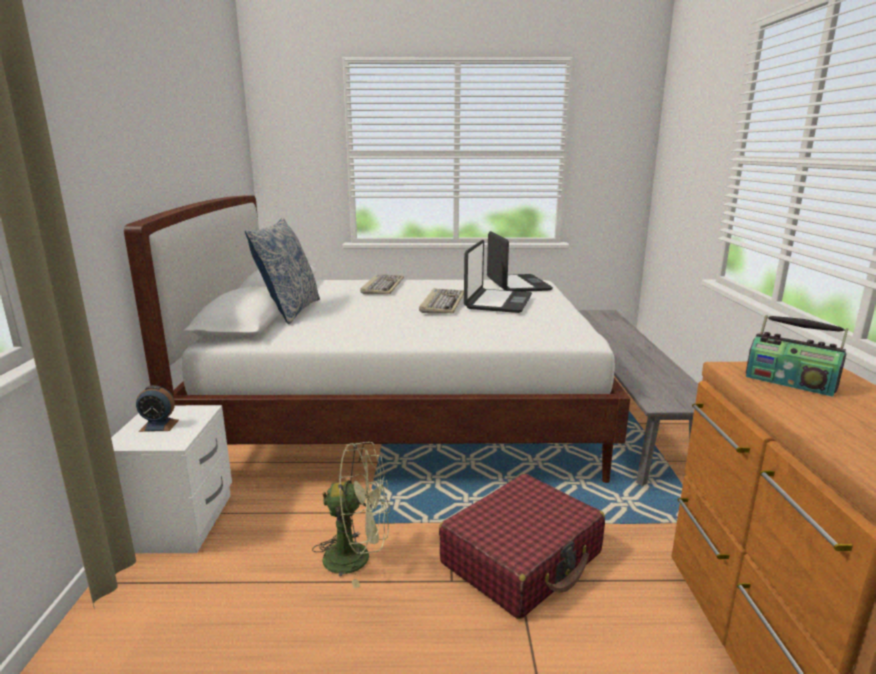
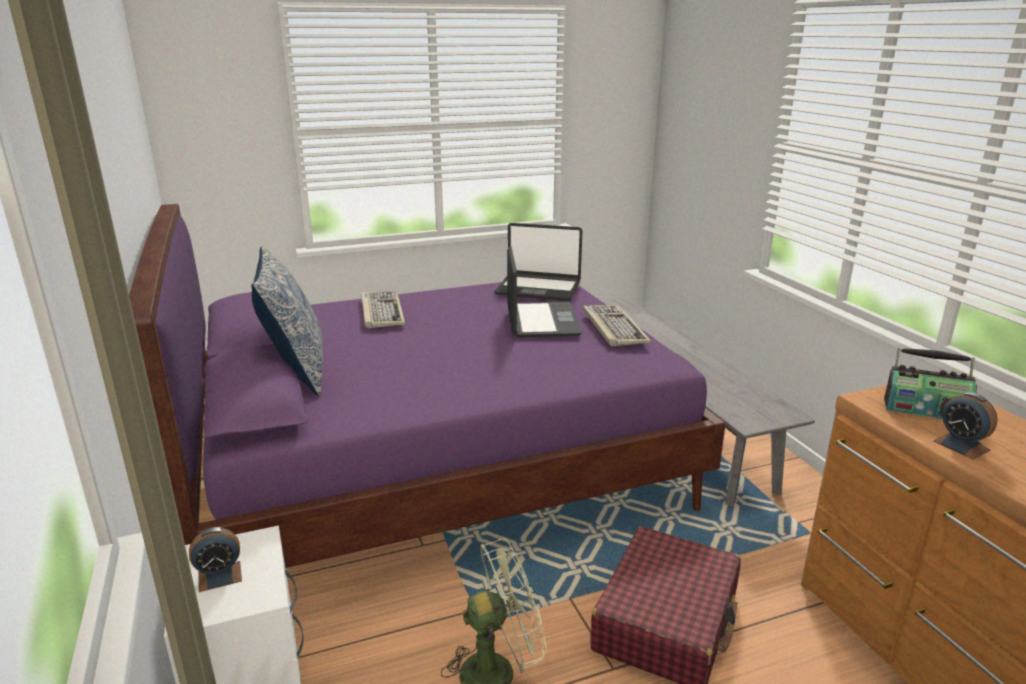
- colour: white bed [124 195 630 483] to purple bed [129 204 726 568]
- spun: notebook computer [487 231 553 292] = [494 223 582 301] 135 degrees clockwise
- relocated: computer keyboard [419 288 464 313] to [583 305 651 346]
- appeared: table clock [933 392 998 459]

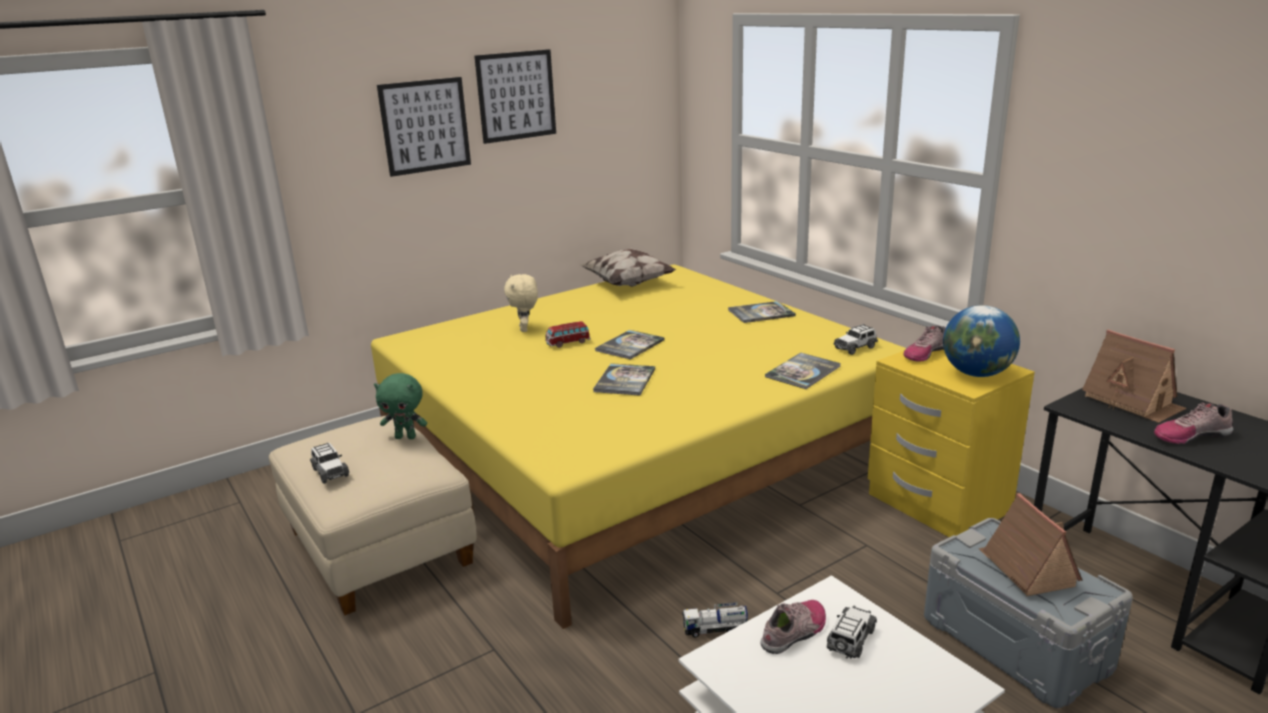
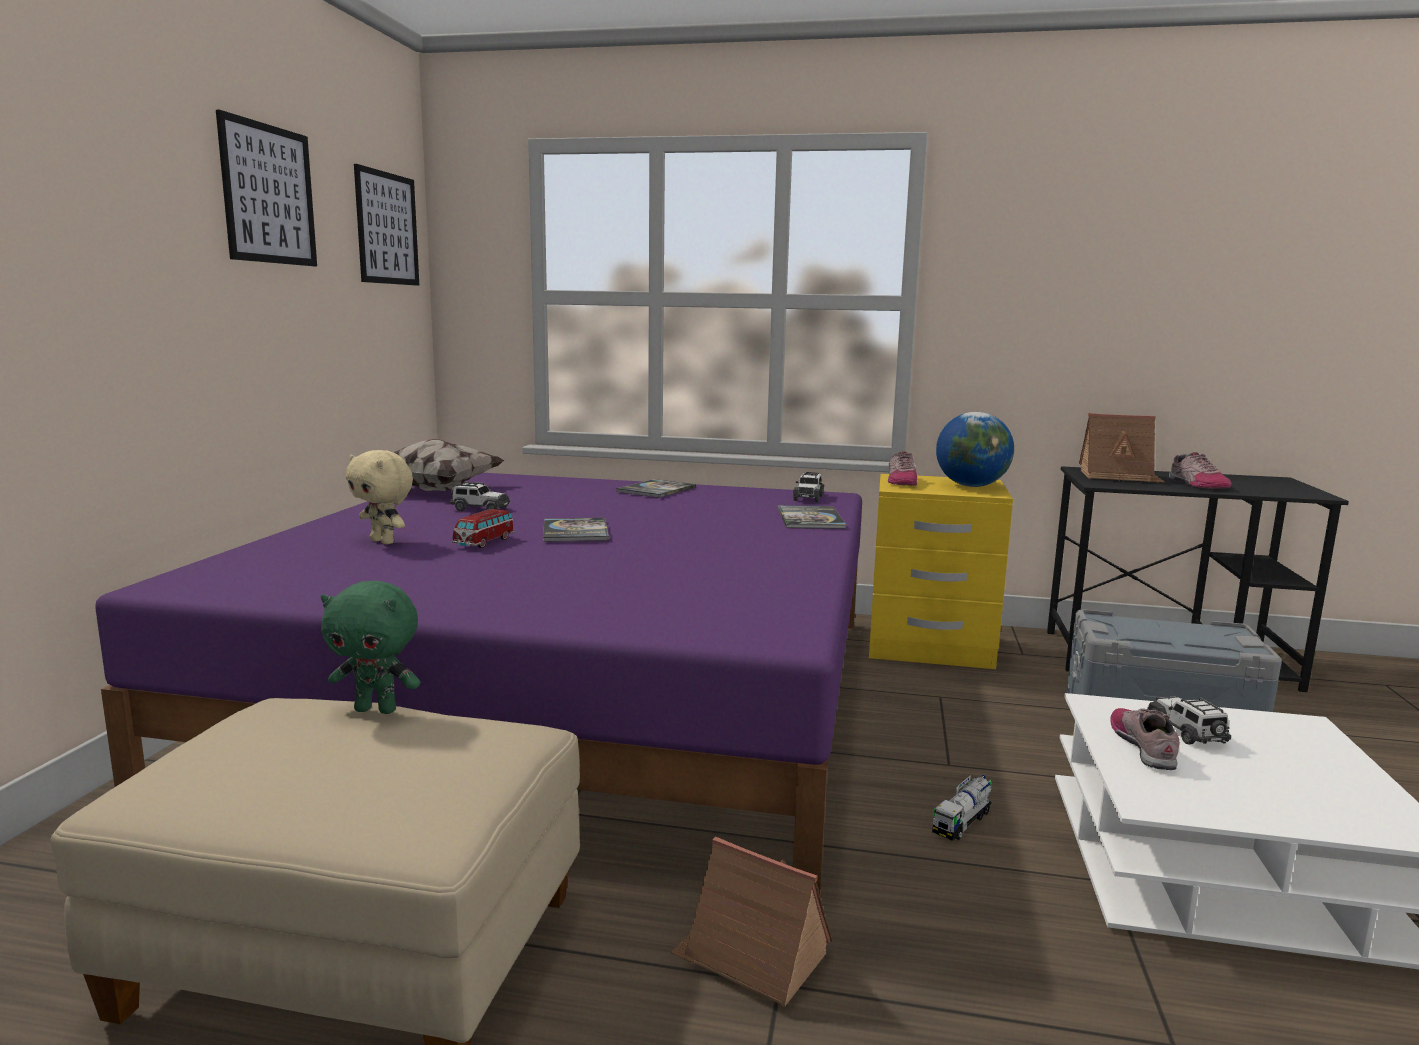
- relocated: wall picture [377 77 471 177] to [354 164 419 286]
- colour: yellow-coloured bed [371 265 906 629] to purple bed [95 473 862 896]
- missing: bound book [593 363 655 396]
- spun: greenish plush toy [374 373 427 439] = [321 581 421 714] 45 degrees clockwise
- spun: low shoe [1154 403 1233 444] = [1169 452 1232 489] 45 degrees counterclockwise
- relocated: model car [310 442 350 484] to [450 482 510 511]
- relocated: miniature house [978 493 1083 596] to [671 837 833 1007]

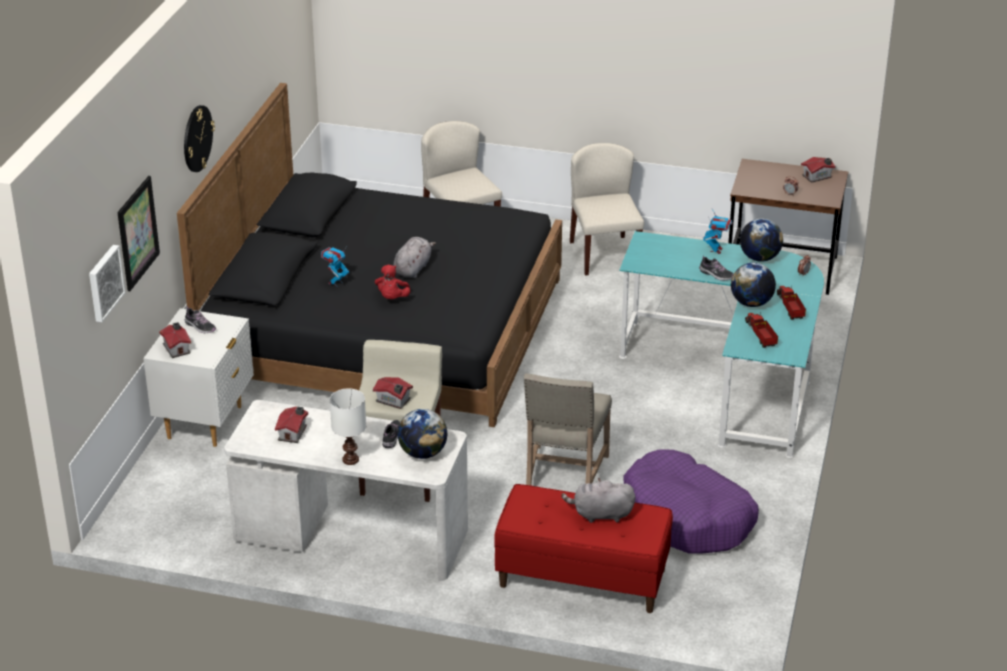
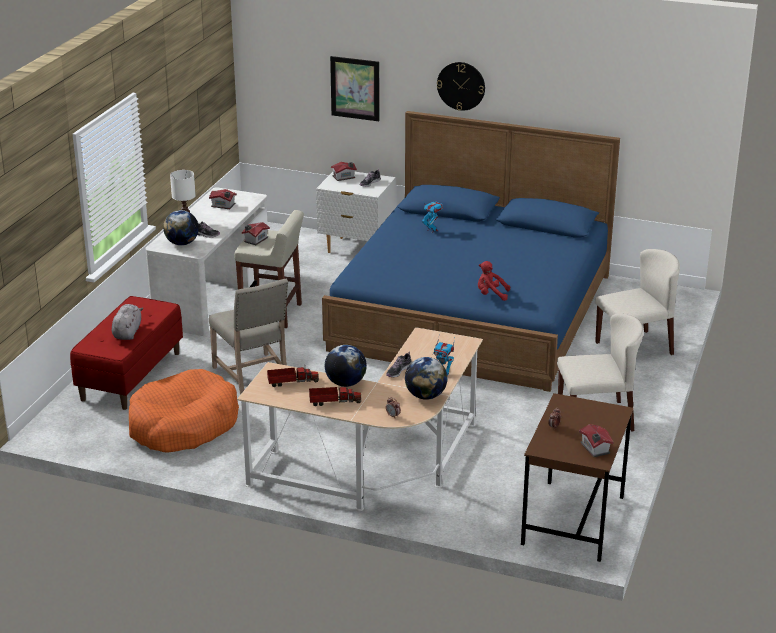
- colour: blackish bed [177 83 562 427] to bluish bed [322 111 620 392]
- colour: turquoise-coloured desk table [619 231 824 458] to beige desk table [237 327 483 511]
- missing: grey plush toy [393 237 436 278]
- missing: wall picture [89 245 125 322]
- relocated: red plush toy [375 265 410 299] to [478 261 510 301]
- spun: beige chair [524 373 612 486] = [209 279 288 395] 135 degrees counterclockwise
- colour: purple dog cushion [623 449 759 553] to orange-coloured dog cushion [129 369 239 453]

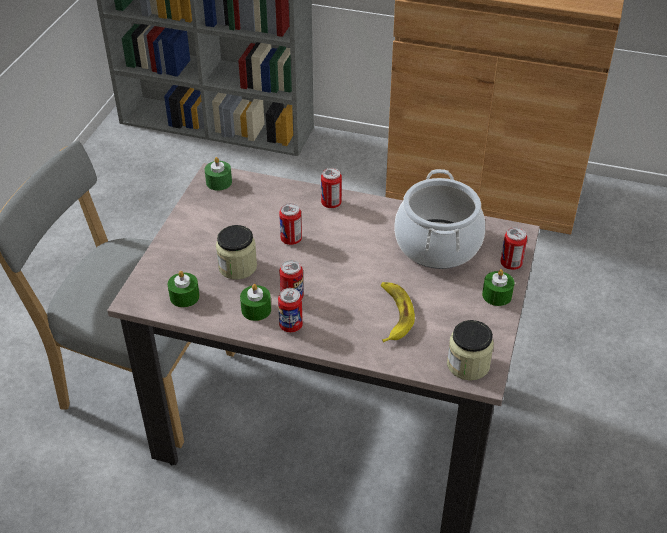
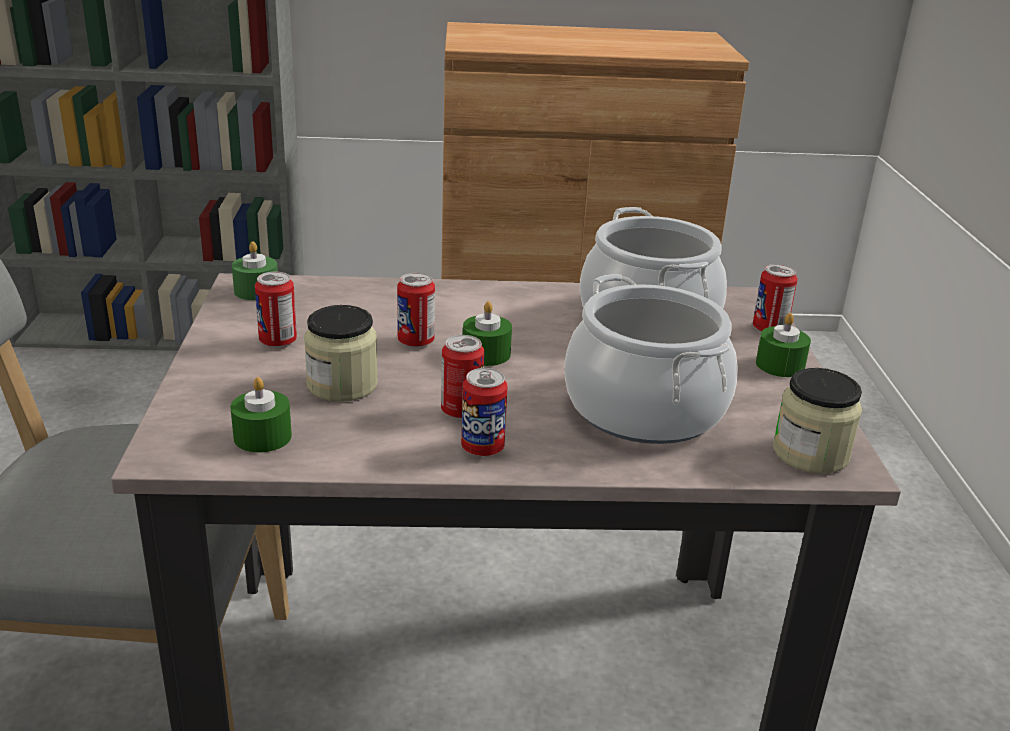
- relocated: can [321 168 342 208] to [255 272 297 348]
- exchanged: whole banana [381 282 415 342] to cooking pot [564 274 737 444]
- relocated: greenish wax light [240 284 271 321] to [463 301 512 366]

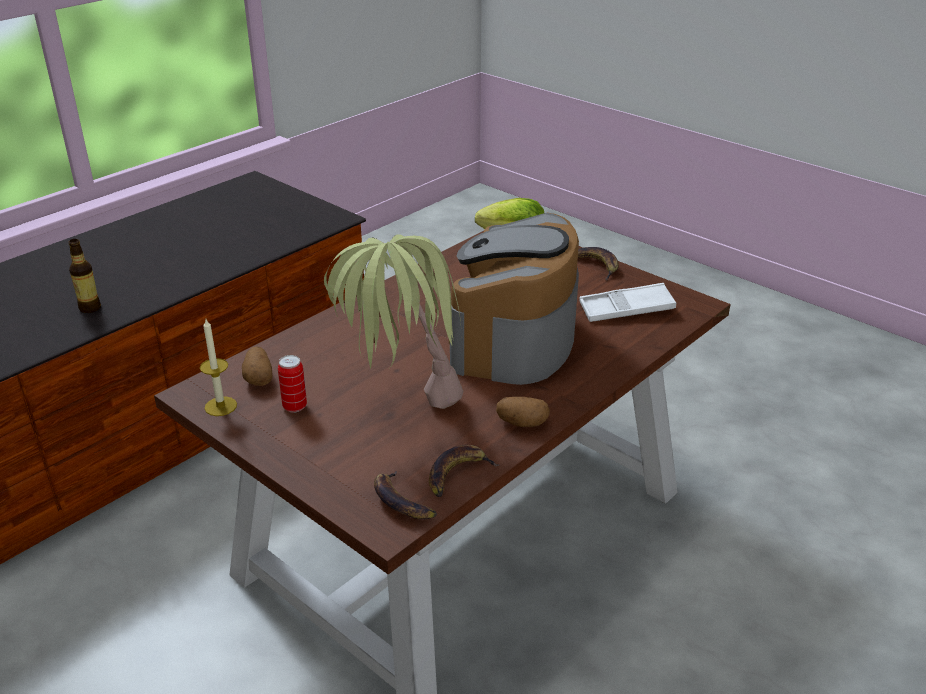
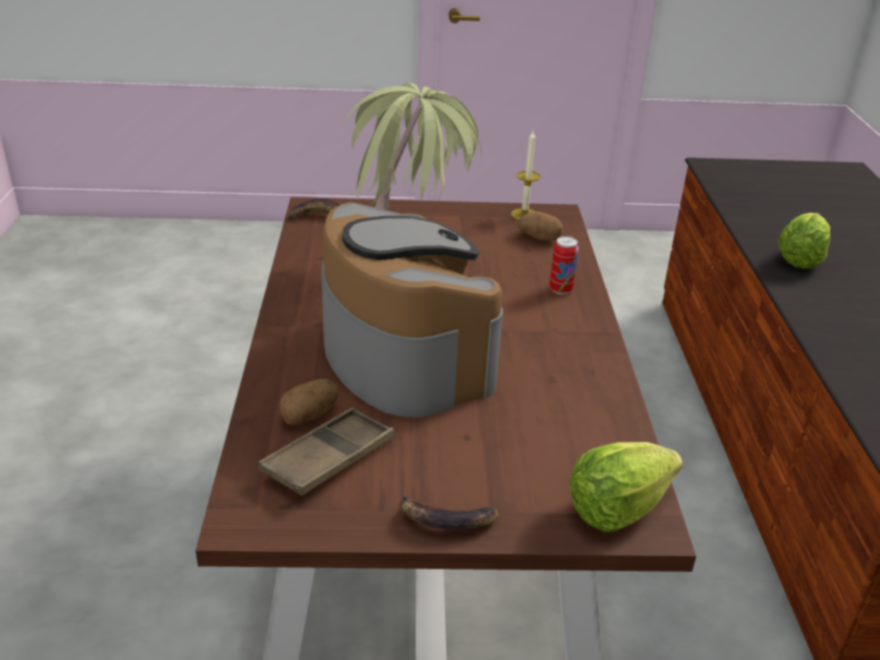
- exchanged: bottle [68 239 101 313] to head of lettuce [778 213 830 269]
- colour: white carrying tray [579 283 676 322] to brown-coloured carrying tray [258 407 395 496]
- relocated: can [278 355 307 413] to [549 236 579 295]
- relocated: potato [496 397 550 427] to [280 378 338 425]
- missing: whole banana [429 445 499 497]

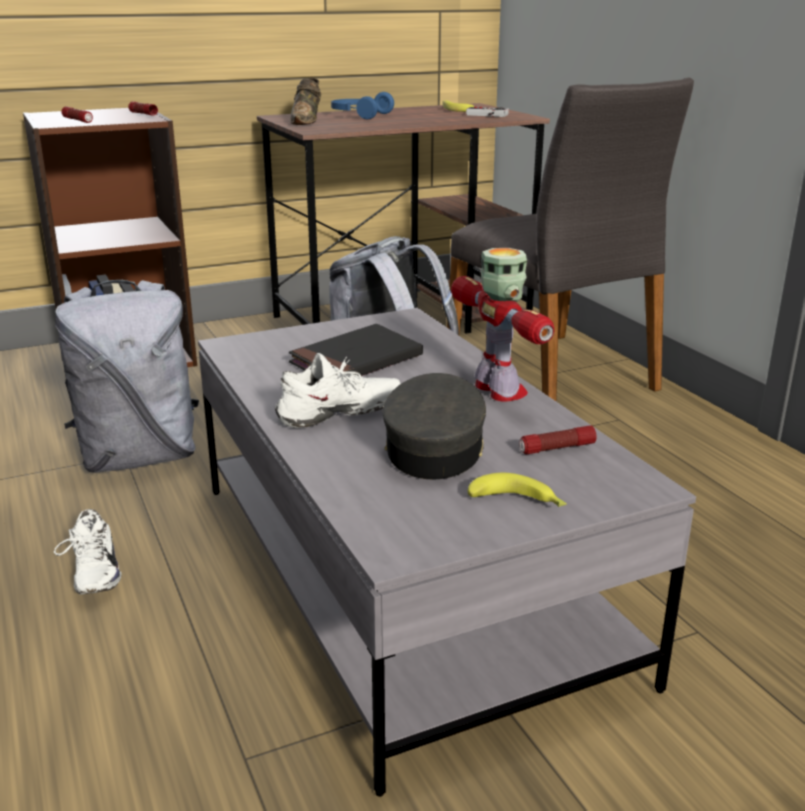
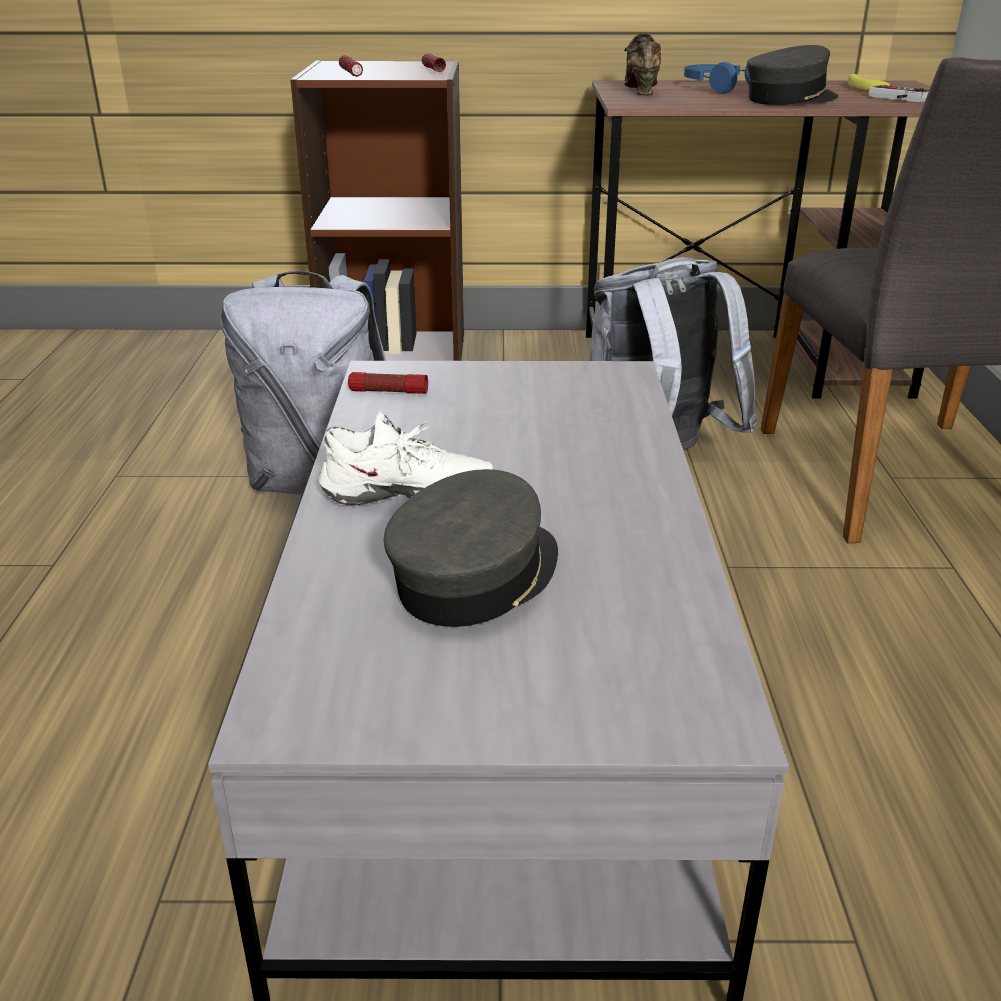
- spun: brown-coloured low shoe [289 78 321 125] = [624 33 661 96] 150 degrees clockwise
- missing: toy robot [451 248 554 402]
- missing: blackish bound book [289 324 423 376]
- relocated: flashlight [519 425 596 454] to [348 372 428 394]
- missing: whole banana [468 473 567 507]
- missing: white low shoe [54 509 122 594]
- appeared: grey cap [747 45 839 105]

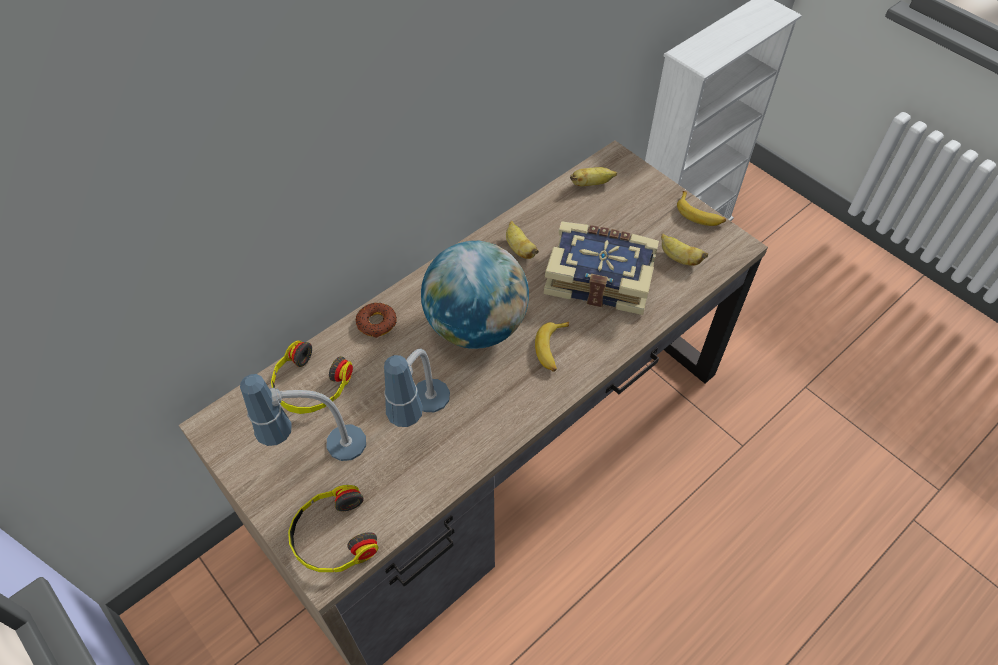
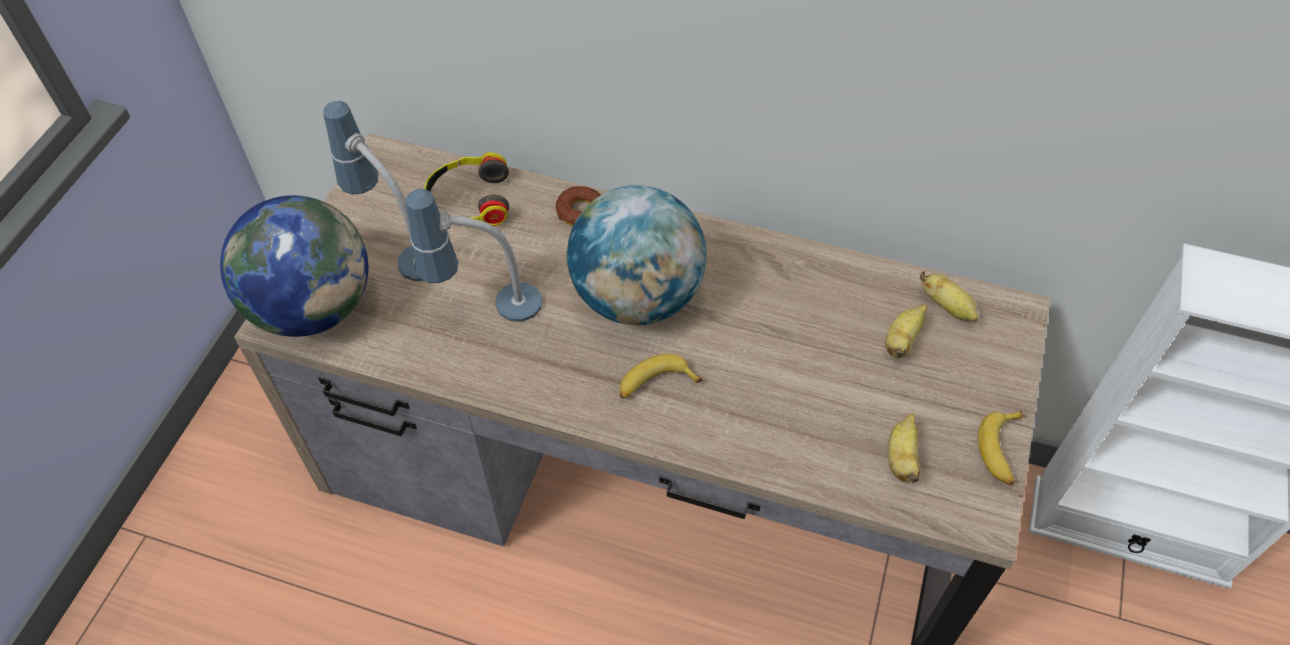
- relocated: whole banana [506 221 539 259] to [885 305 927 359]
- missing: bound book [544 221 659 315]
- exchanged: headphones [288 485 378 572] to globe [220 196 368 337]

